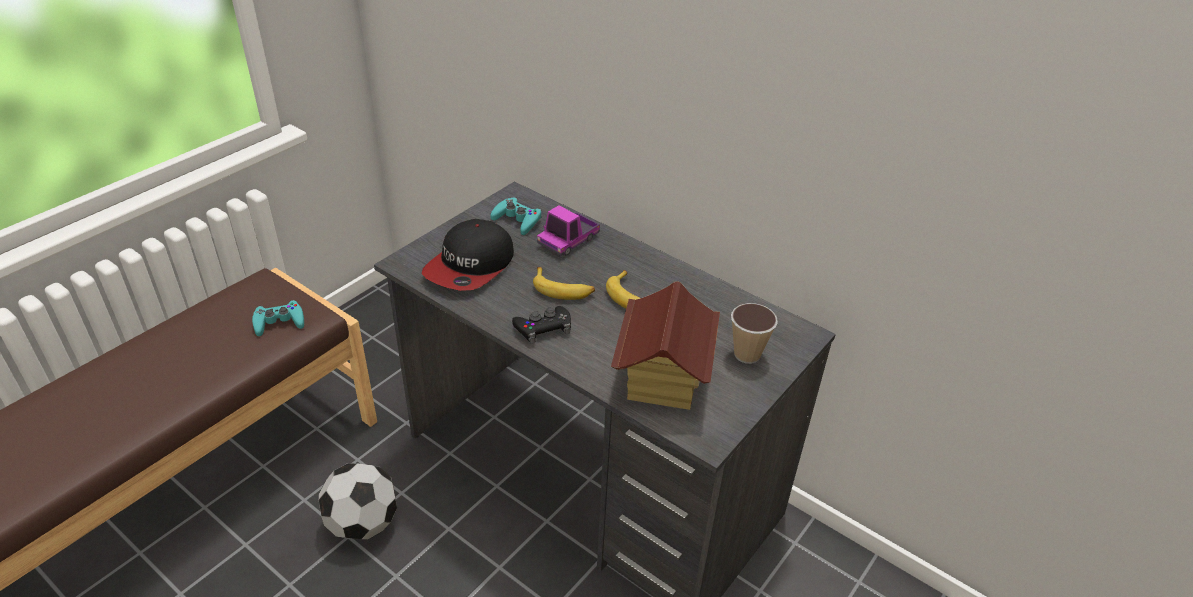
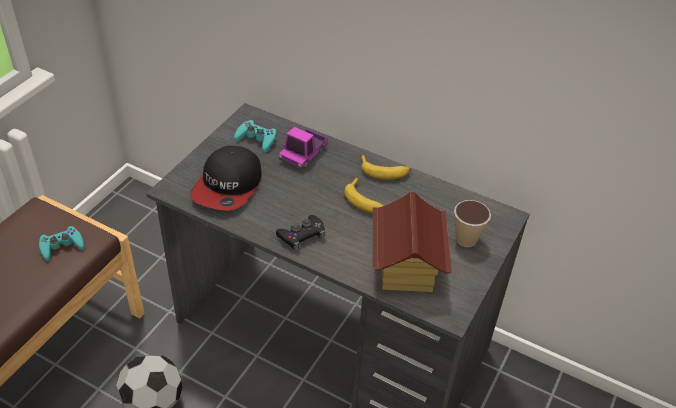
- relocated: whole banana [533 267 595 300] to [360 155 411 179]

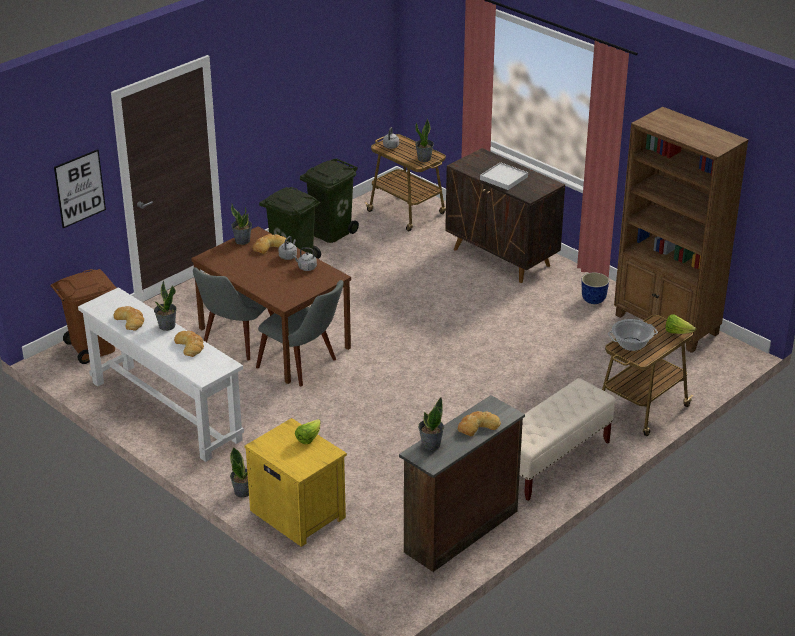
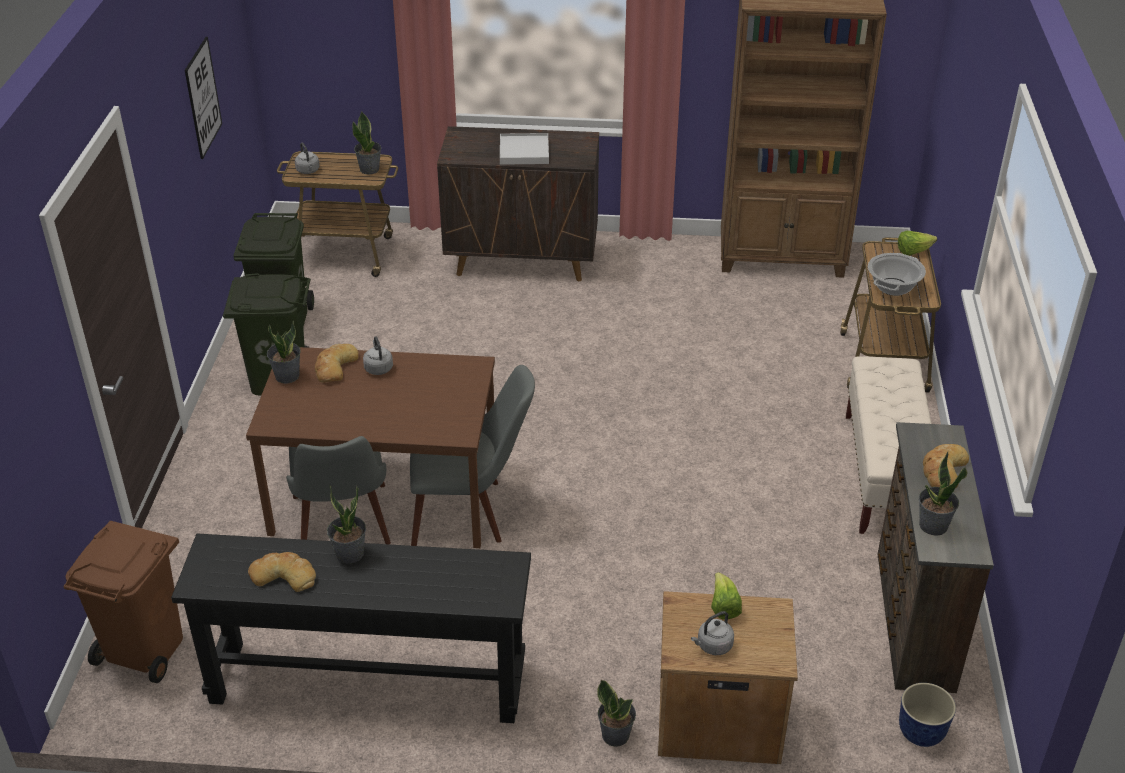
- relocated: wall picture [54 149 106 228] to [185 37 222 159]
- relocated: grey tea kettle [293 247 317 271] to [691 611 734 655]
- relocated: flower pot [582 272 609 304] to [899 683 956 747]
- colour: white hall table [78 287 244 462] to blackish hall table [171 533 531 723]
- missing: bakery bread [174 331 204 357]
- colour: yellow-coloured nightstand [244 418 347 547] to brown-coloured nightstand [658 591 798 764]

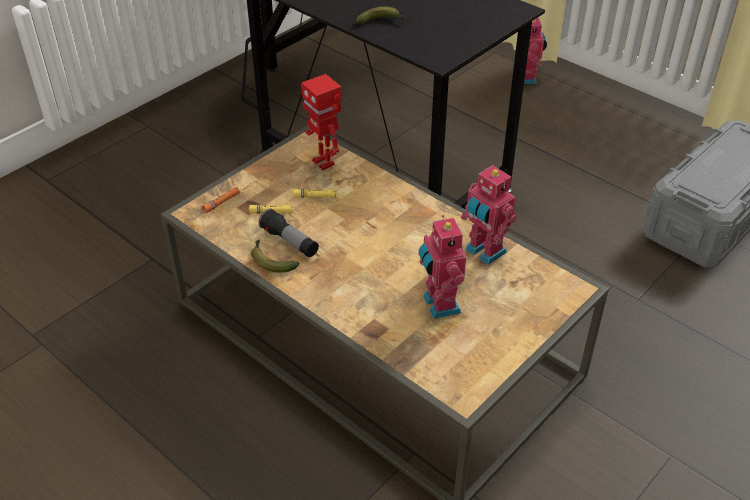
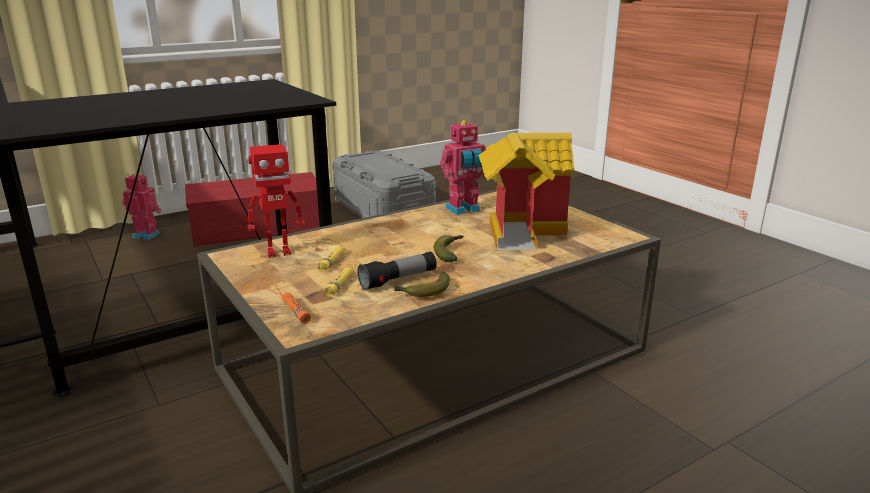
- relocated: whole banana [355 6 406 24] to [433 235 464 262]
- exchanged: toy robot [419 215 466 319] to miniature house [478 133 574 250]
- appeared: red storage bin [185 172 320 246]

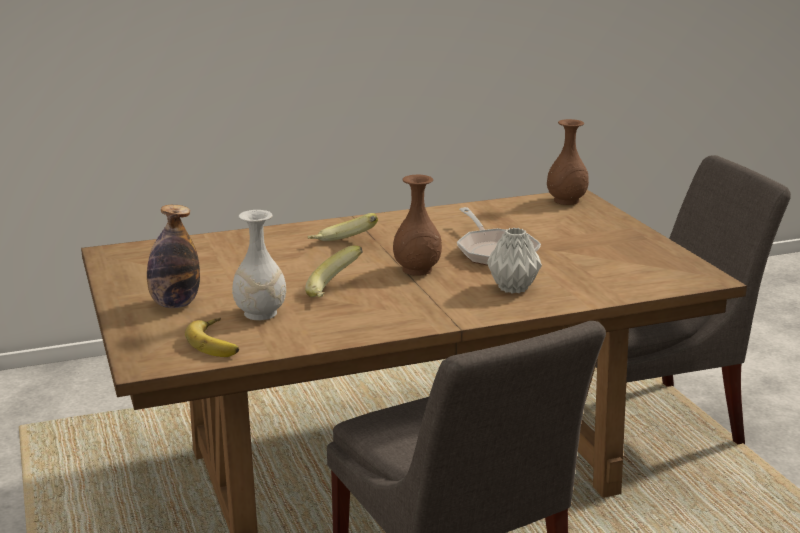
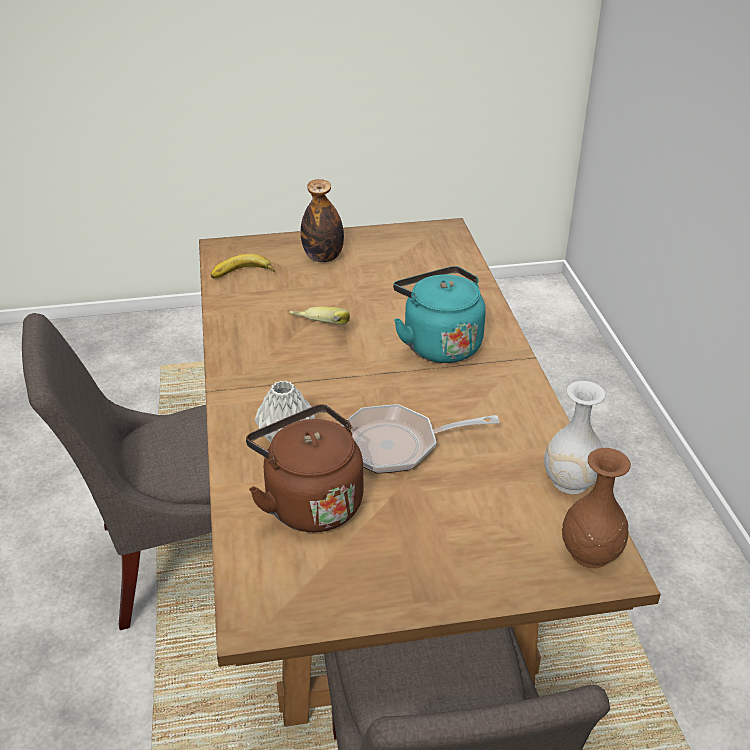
- missing: brown-coloured flower vase [393 175 442 276]
- relocated: white flower vase [232 210 286 320] to [544 381 606 494]
- exchanged: whole banana [308 213 378 241] to turquoise-coloured tea kettle [393 266 486 363]
- appeared: brown-coloured tea kettle [246 404 364 532]

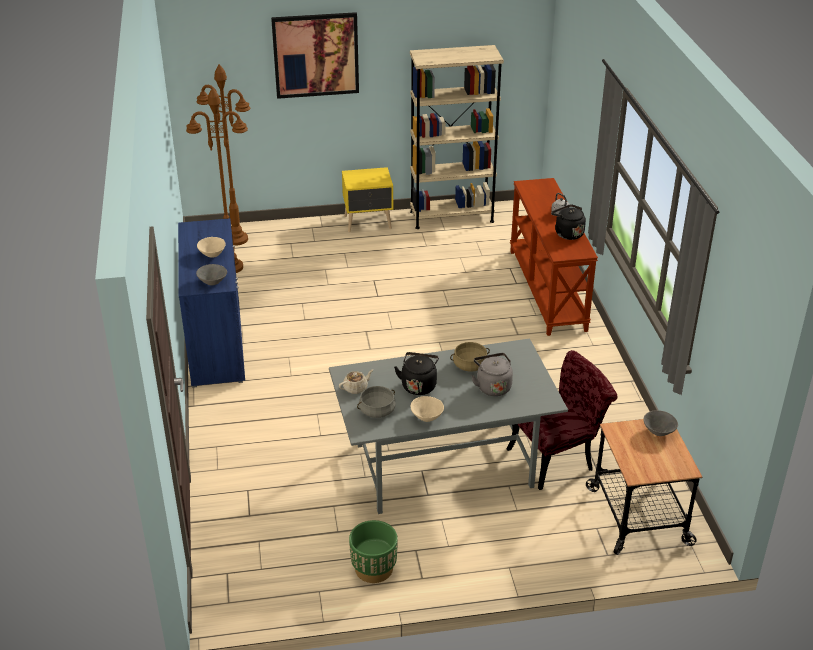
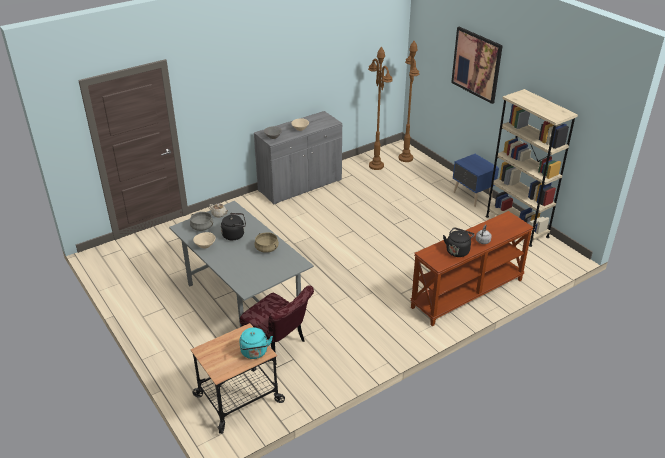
- colour: yellow-coloured nightstand [342 167 393 232] to bluish nightstand [453 154 499 207]
- colour: bluish cupboard [178 218 245 388] to grey cupboard [254 111 342 205]
- missing: grey tea kettle [471 353 513 396]
- exchanged: grey deep dish [643 410 678 436] to turquoise-coloured tea kettle [239 327 273 359]
- missing: greenish flower pot [349 520 397 583]

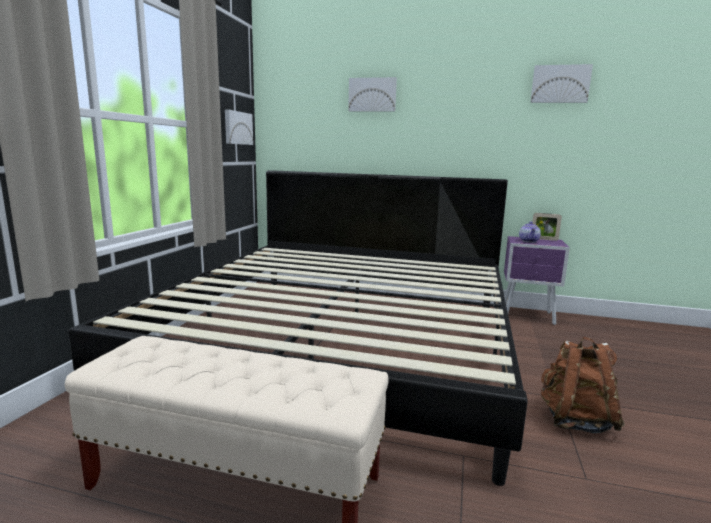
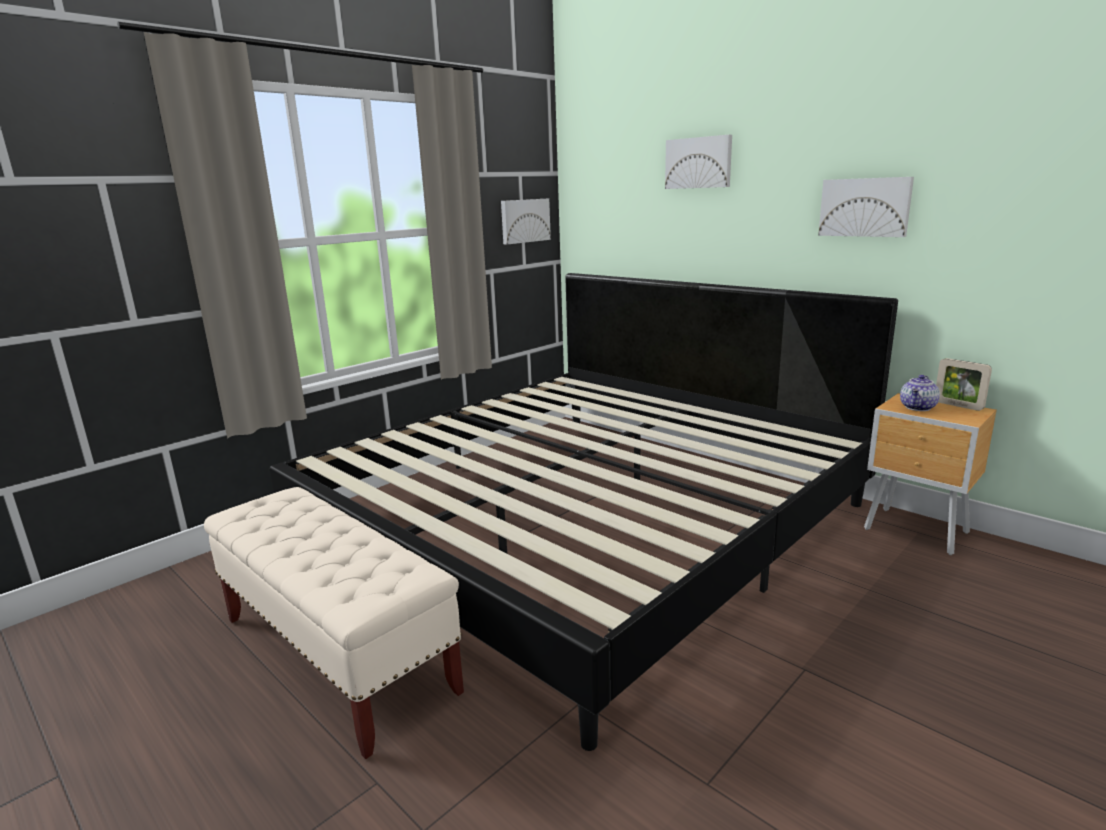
- relocated: wall picture [530 64 593 103] to [818 177 914 237]
- colour: purple nightstand [504 236 570 325] to brown-coloured nightstand [864 393 997 555]
- missing: brown-coloured knapsack [541 337 625 433]

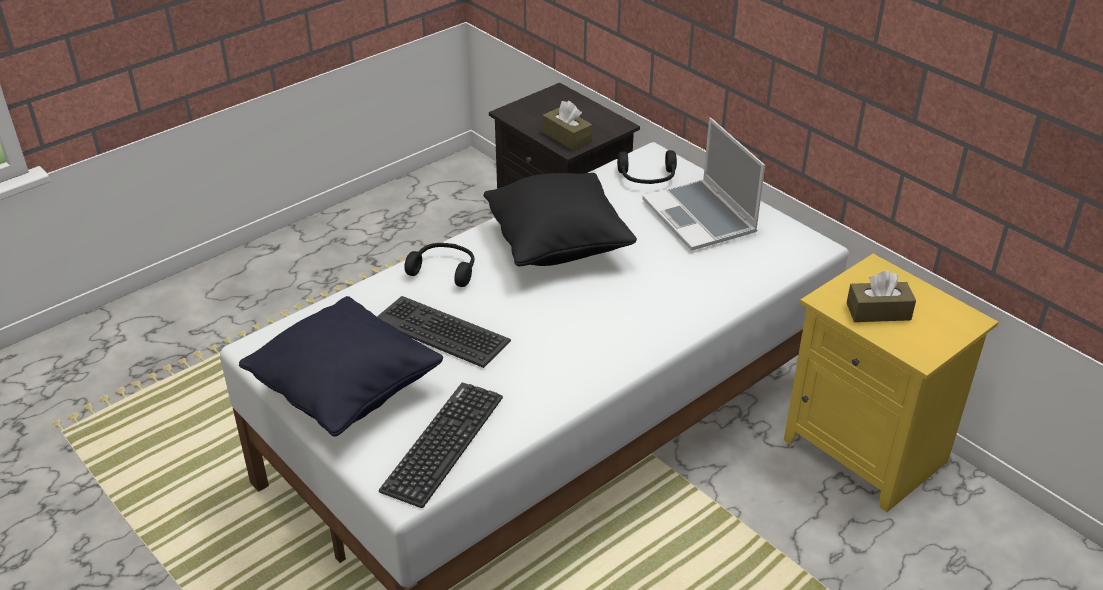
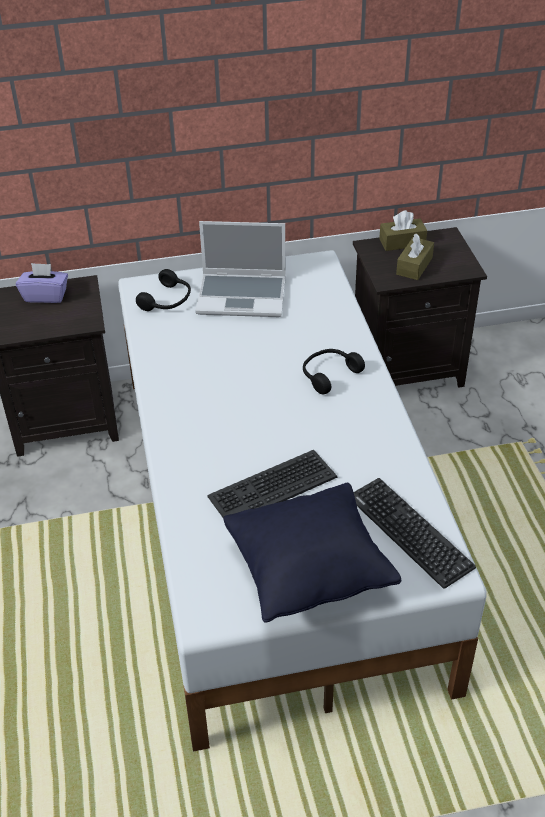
- relocated: brown-coloured tissue holder [543 101 592 151] to [379 210 427 251]
- missing: blackish pillow [484 173 637 266]
- relocated: blackish headphones [404 243 474 287] to [303 349 365 394]
- colour: yellow-coloured nightstand [784 254 998 512] to blackish nightstand [353 227 487 388]
- appeared: purple tissue holder [16 263 68 303]

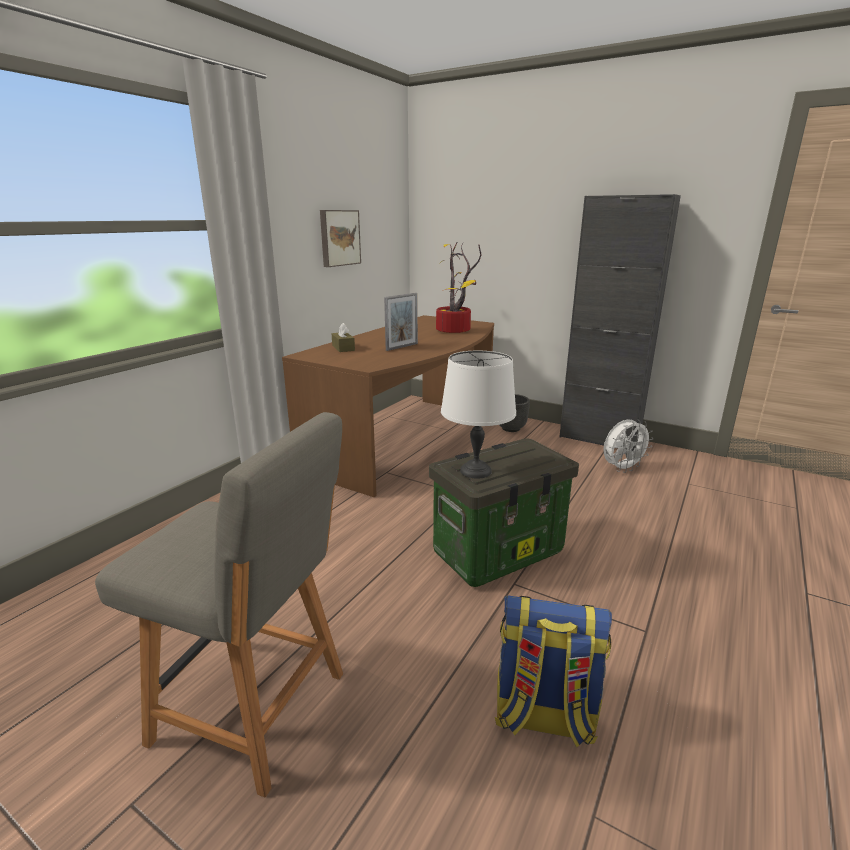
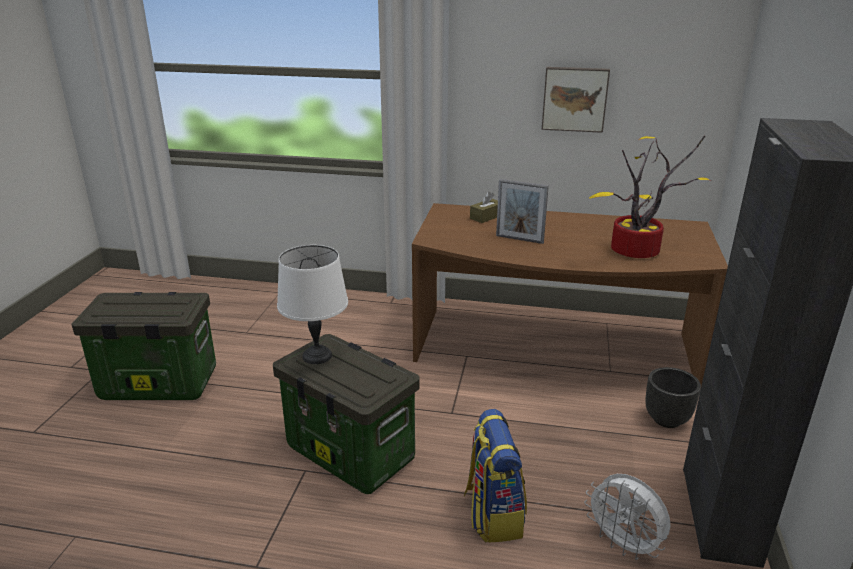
- exchanged: grey chair [95 412 343 798] to storage bin [72 292 216 400]
- relocated: knapsack [495 596 612 747] to [464 409 527 543]

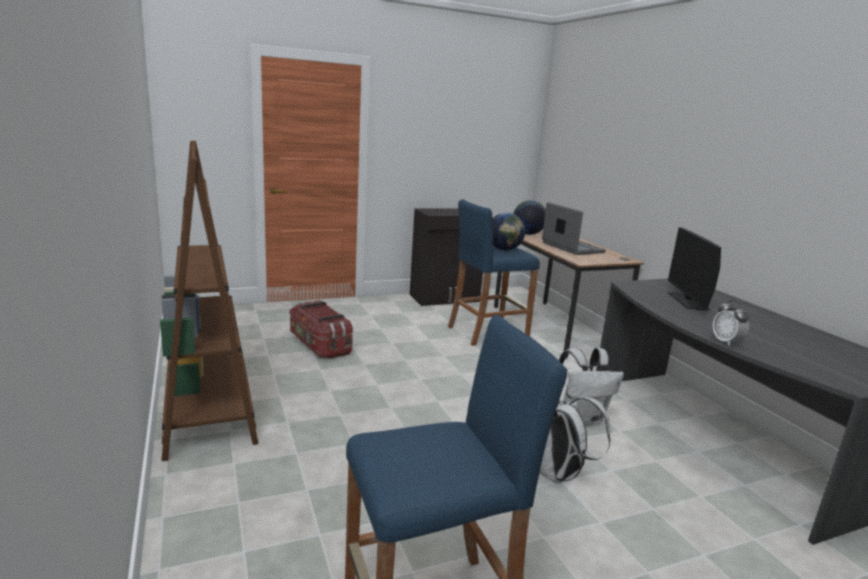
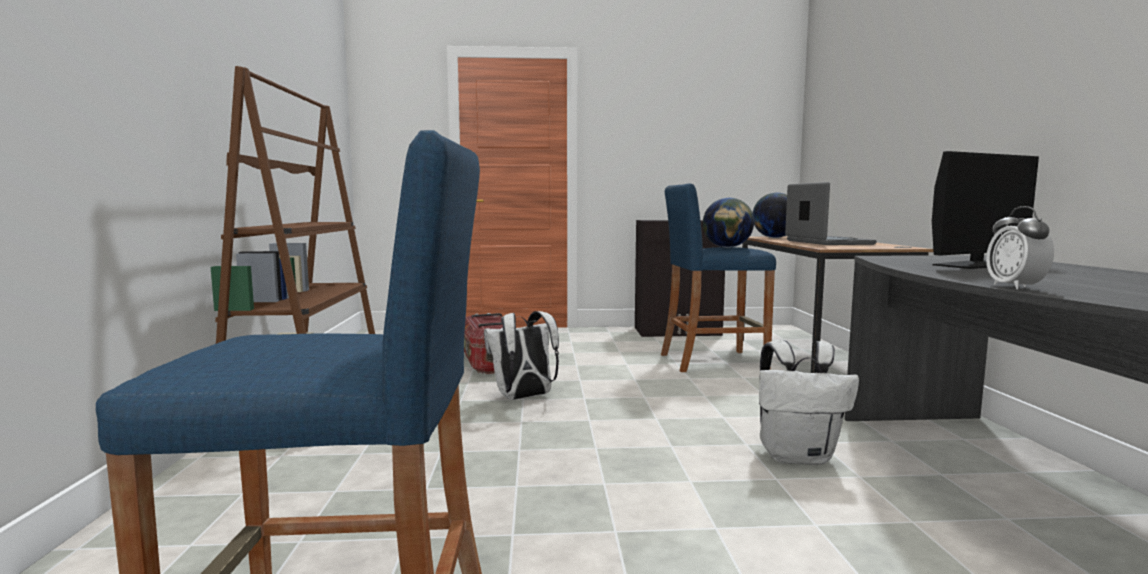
- spun: computer display [668 227 721 310] = [932 151 1039 269] 135 degrees counterclockwise
- relocated: white knapsack [540 397 611 484] to [484 311 559 400]

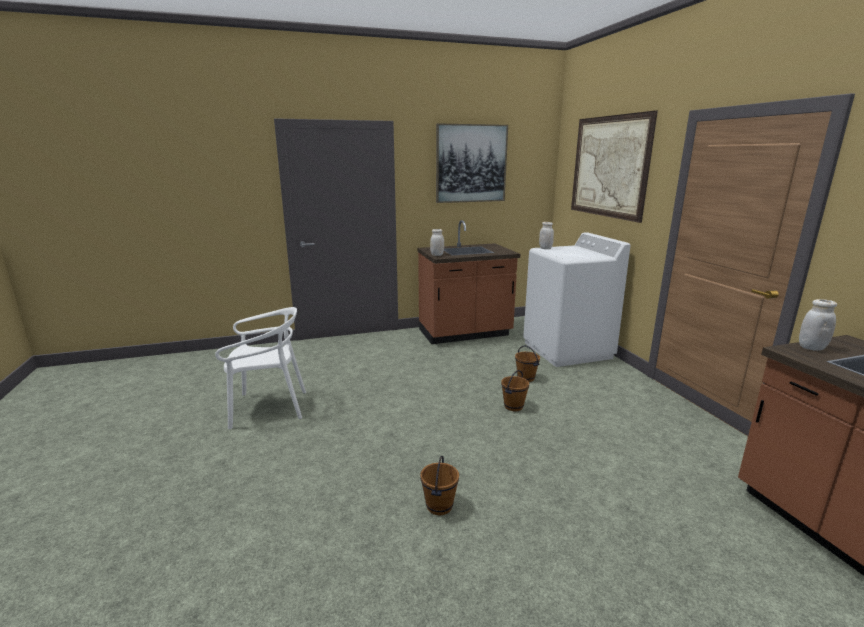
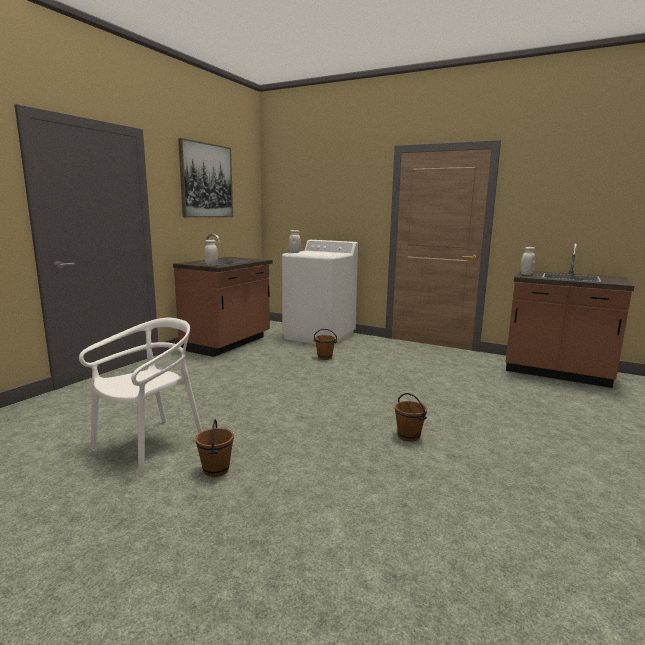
- missing: wall picture [571 110 658 223]
- relocated: brown-coloured pail [501 370 529 411] to [195 419 234 477]

